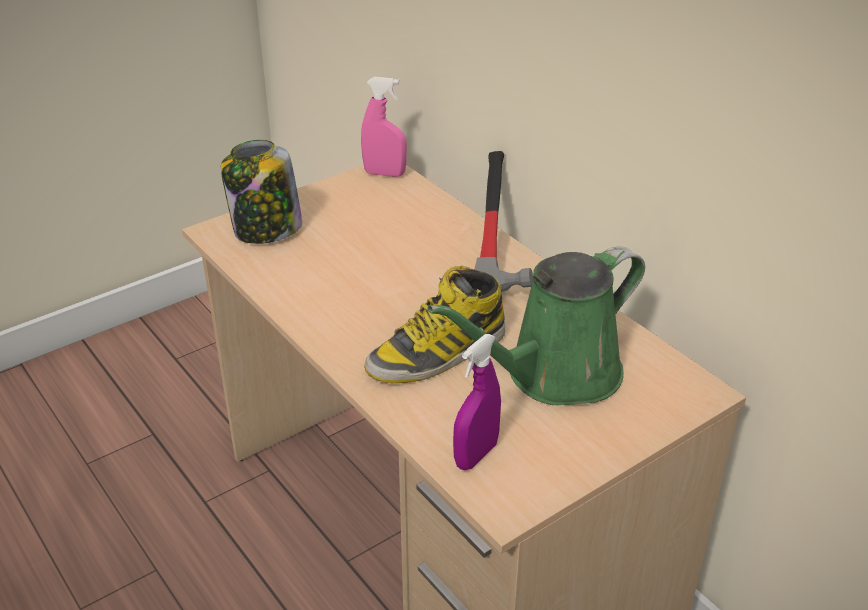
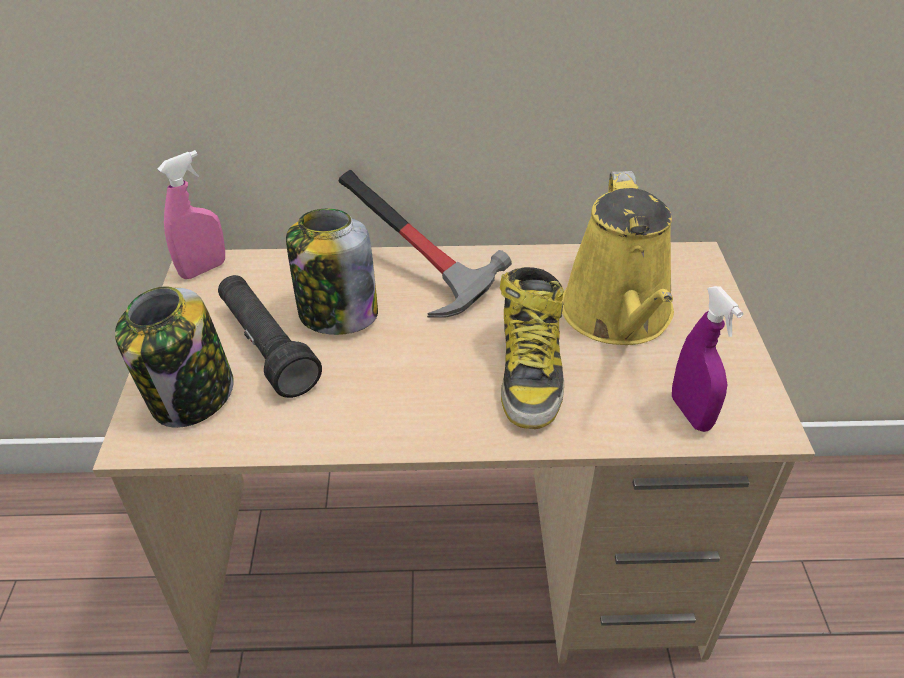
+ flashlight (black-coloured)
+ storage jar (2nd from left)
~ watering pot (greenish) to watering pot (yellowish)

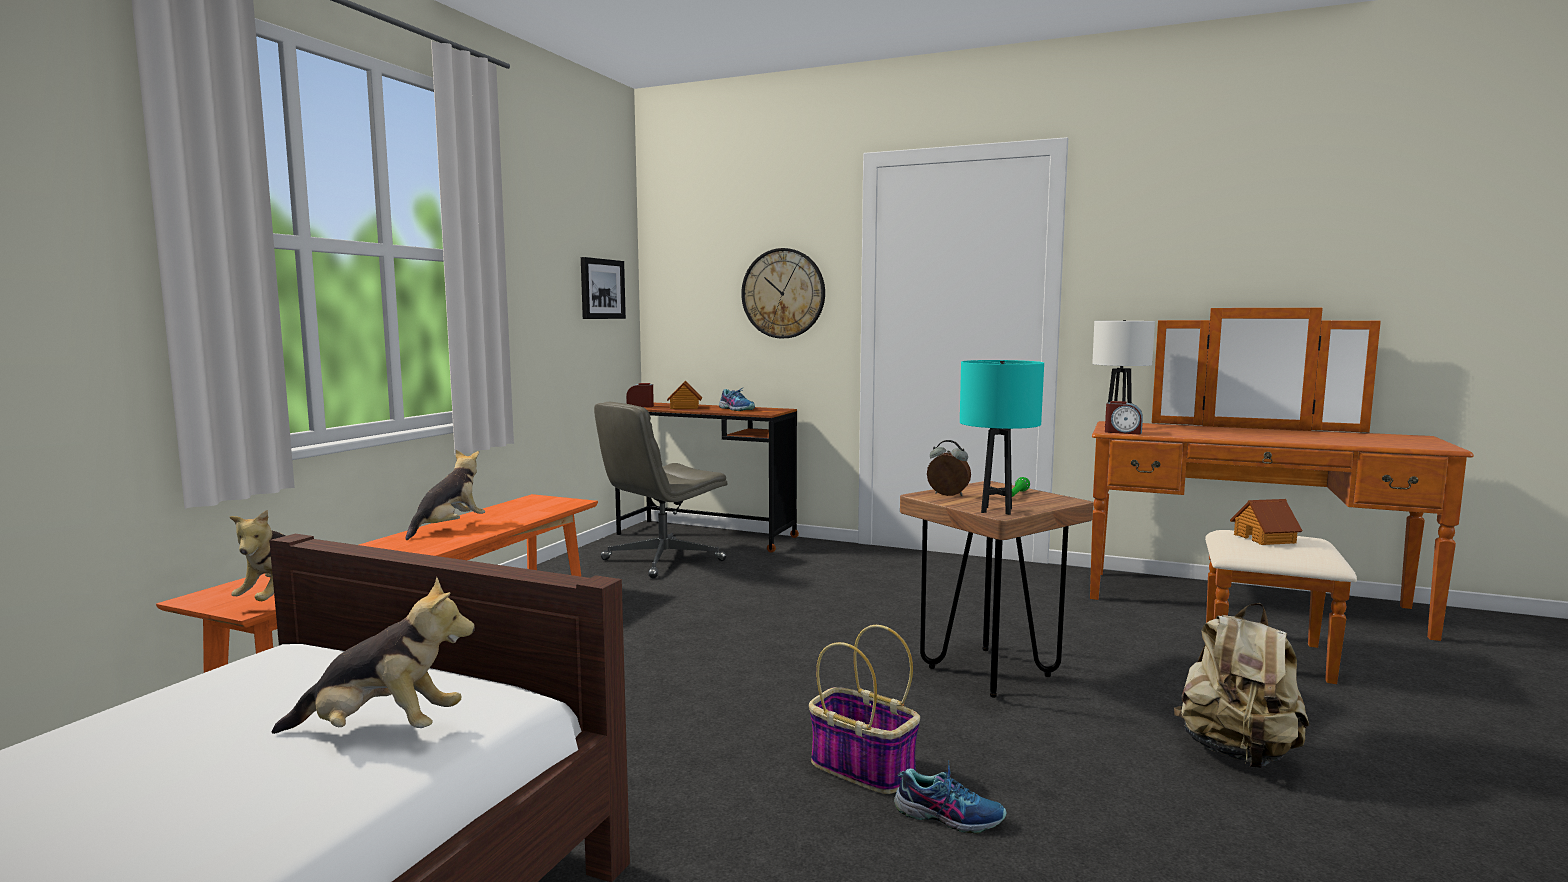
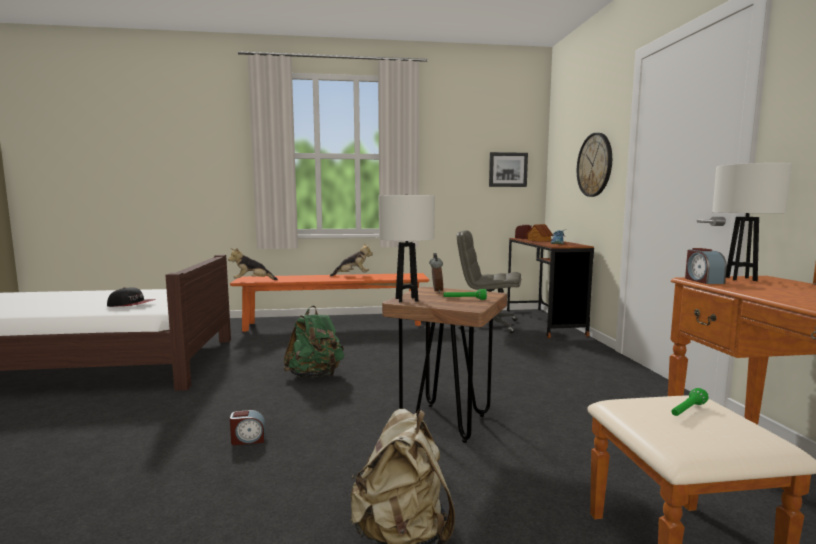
~ soft toy (2nd from left) to baseball cap
~ low shoe (2nd from left) to table clock (1st from left)
+ rucksack (greenish)
~ tabletop lamp (blue-green) to tabletop lamp (white-coloured) (1st from left)
~ miniature house (2nd from left) to flashlight (greenish) (2nd from left)
- basket

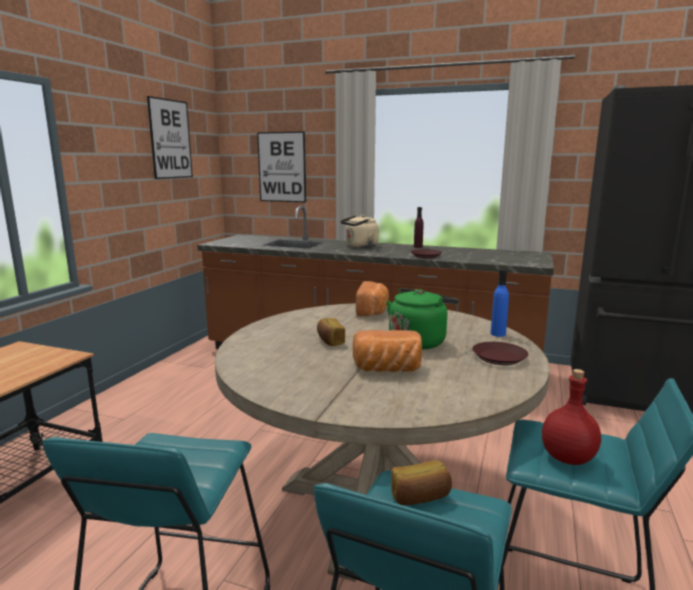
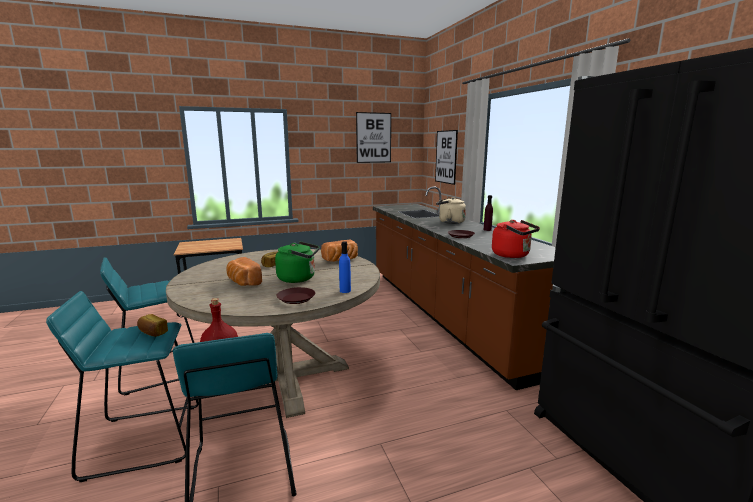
+ tea kettle (red)

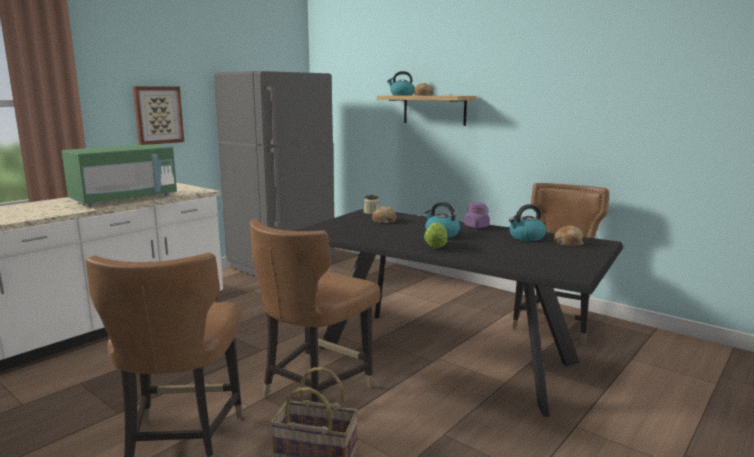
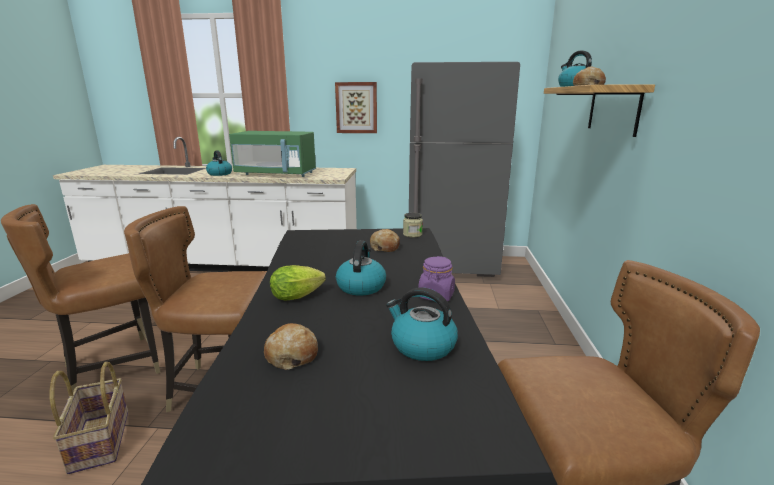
+ tea kettle (1st from left)
~ bakery bread (3rd from left in the first image) to bakery bread (1st from left)

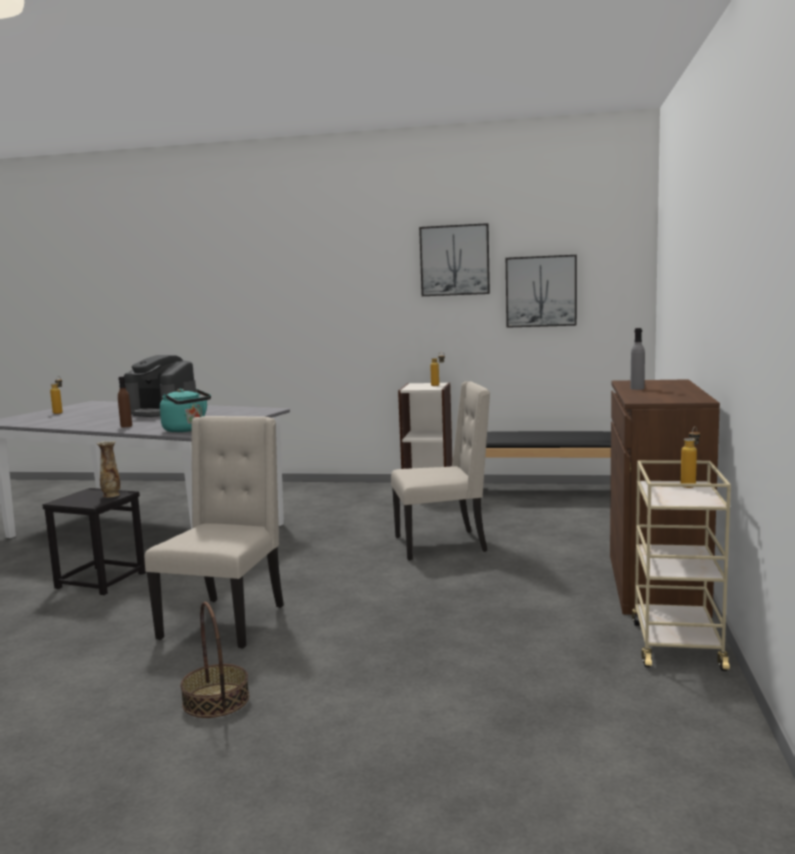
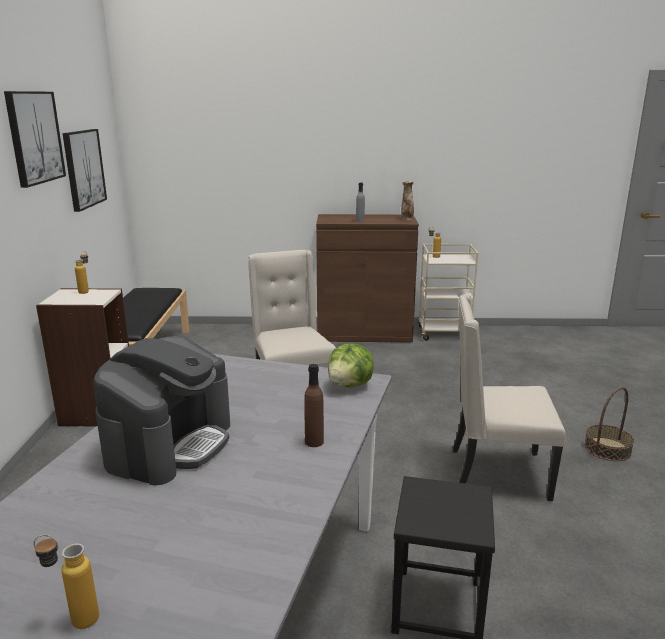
~ tea kettle (blue-green) to lettuce head
~ vase

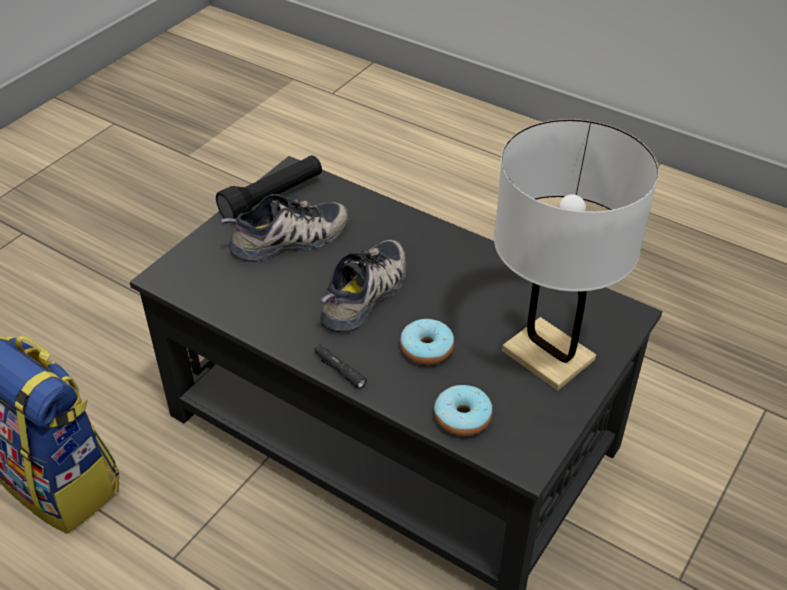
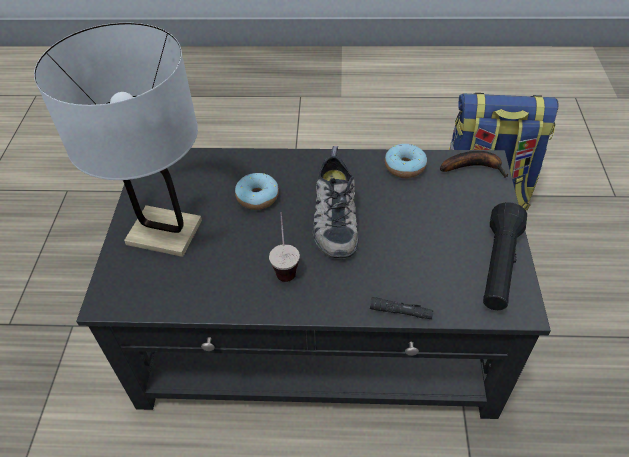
+ drinking cup
~ flashlight (black-coloured) (2nd from left in the first image) to flashlight (black-coloured) (1st from left)
~ donut (2nd from left)
+ whole banana
- low shoe (1st from left)

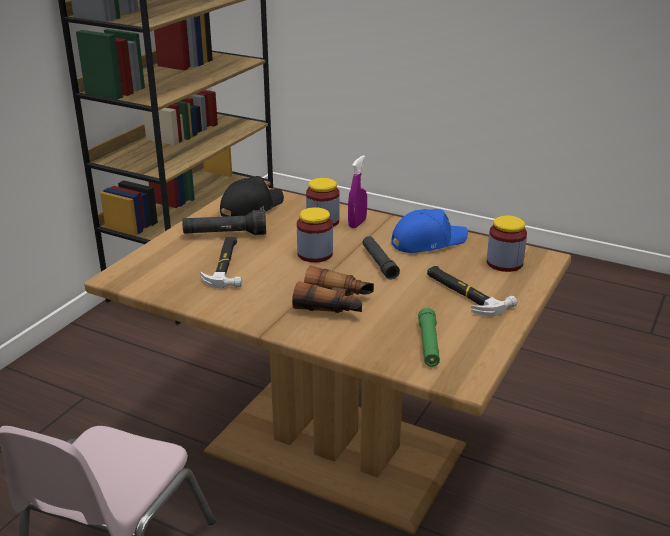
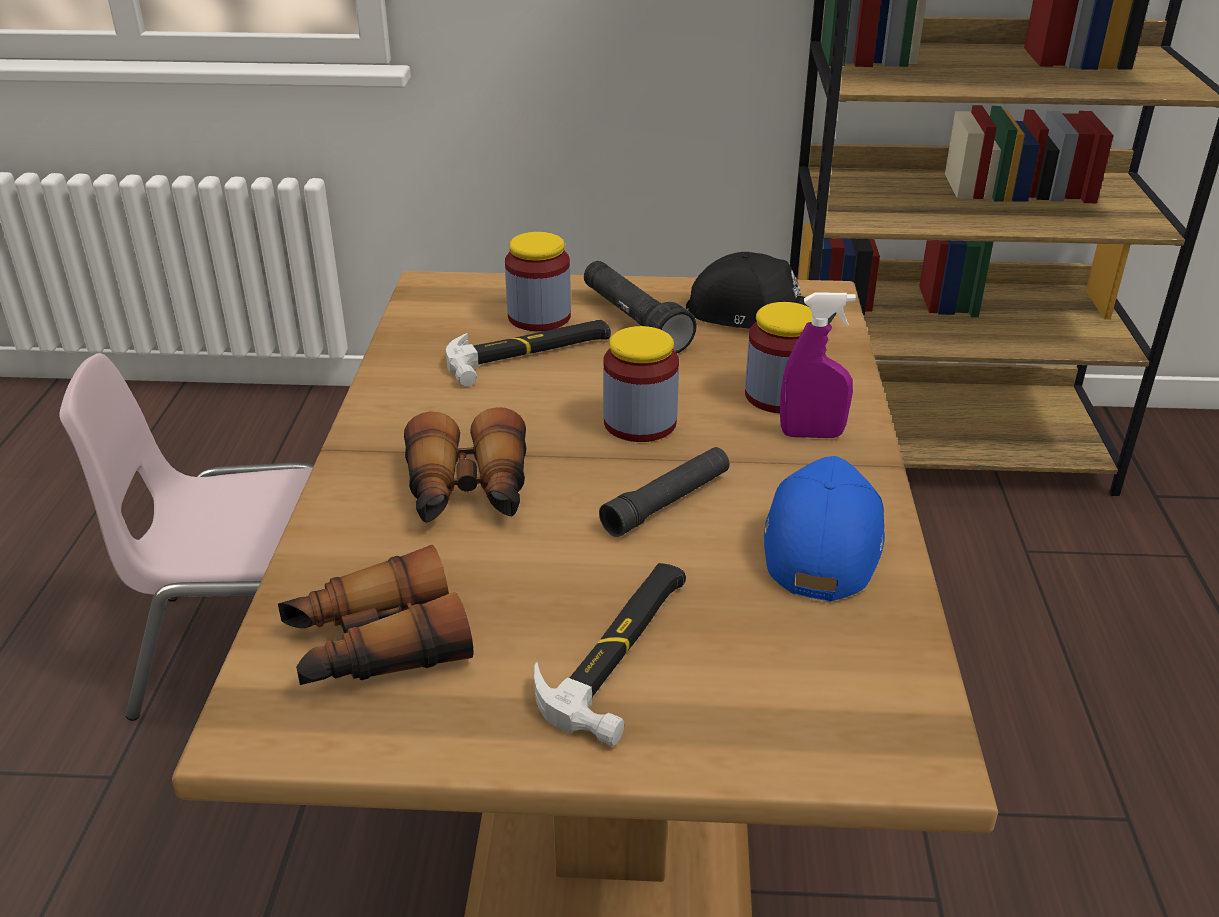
~ flashlight (greenish) to pair of binoculars (1st from left)
~ storage jar (3rd from left in the first image) to storage jar (1st from left)
~ baseball cap (bluish) 120 degrees counterclockwise

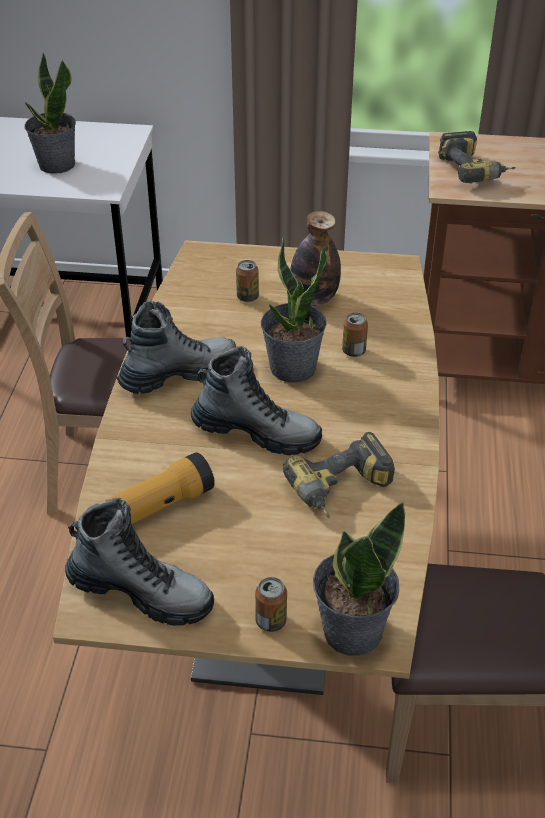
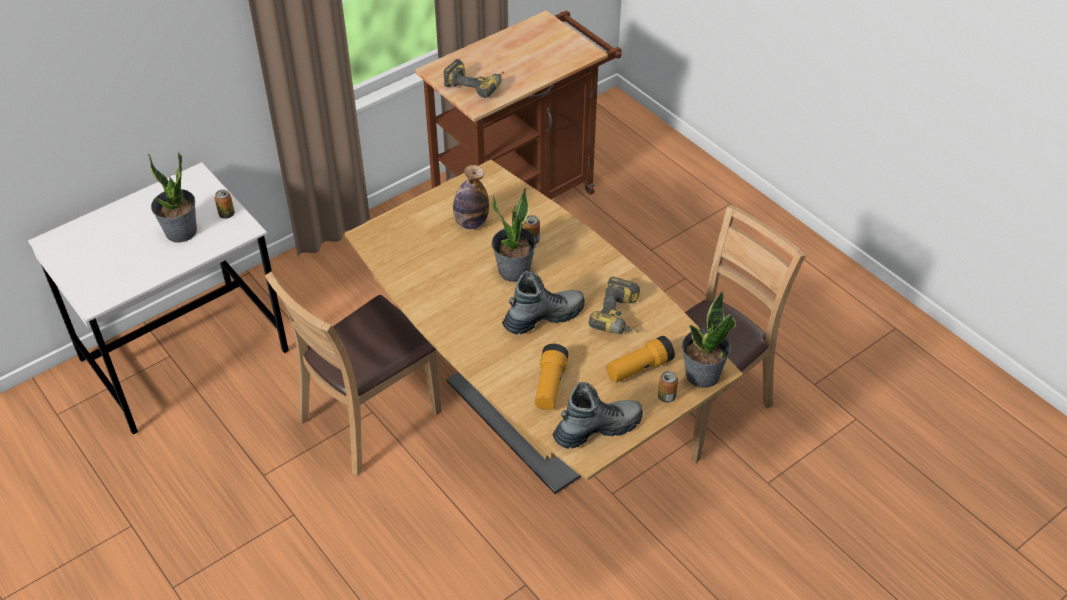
~ can (1st from left)
+ flashlight (2nd from left)
- boot (2nd from left)

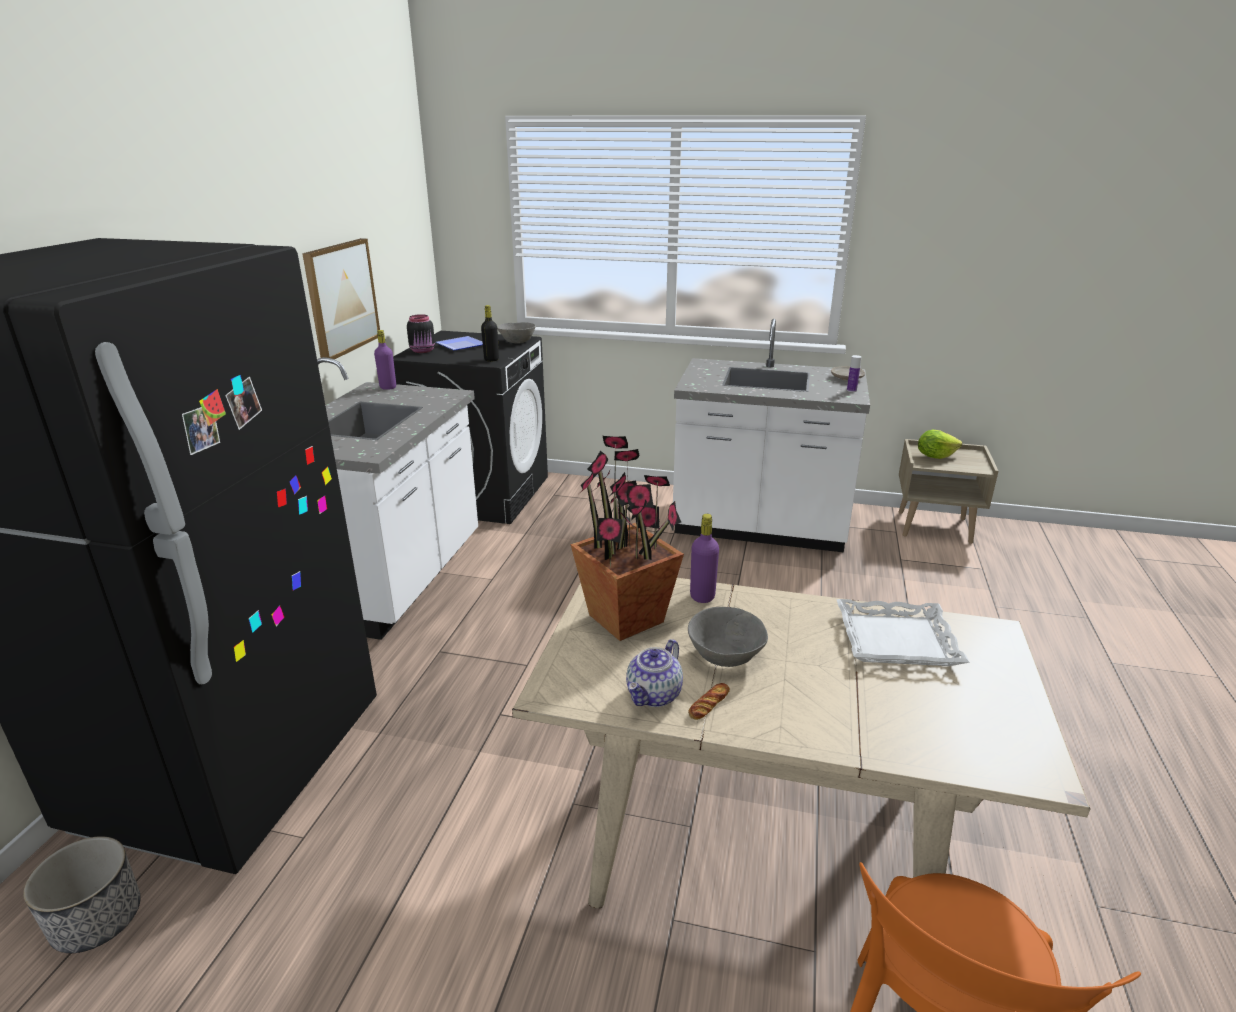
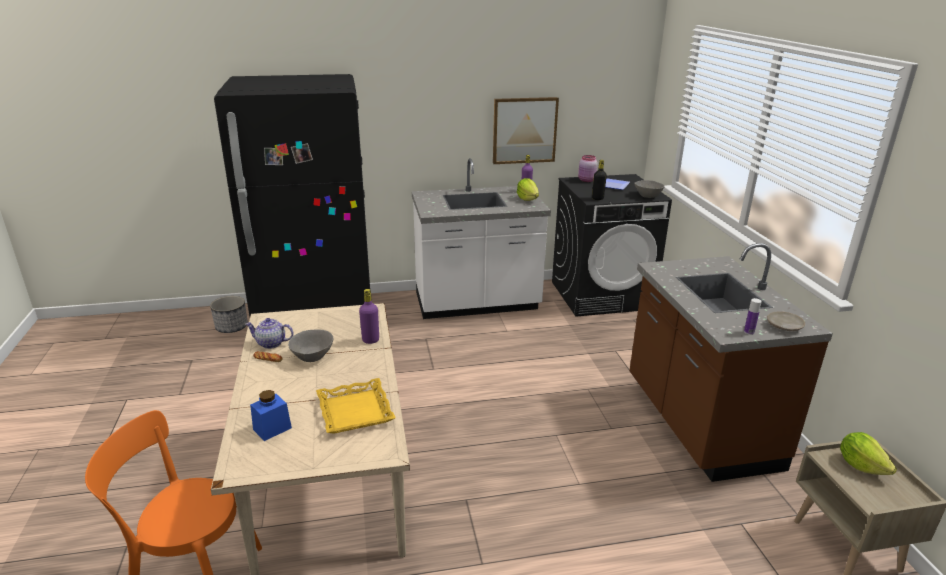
+ storage jar (bluish)
~ carrying tray (white-coloured) to carrying tray (yellowish)
+ lettuce head (1st from left)
~ storage jar (black-coloured) to storage jar (pinkish)
~ counter (white-coloured) (2nd from left) to counter (brown-coloured)
- plant in a pot

